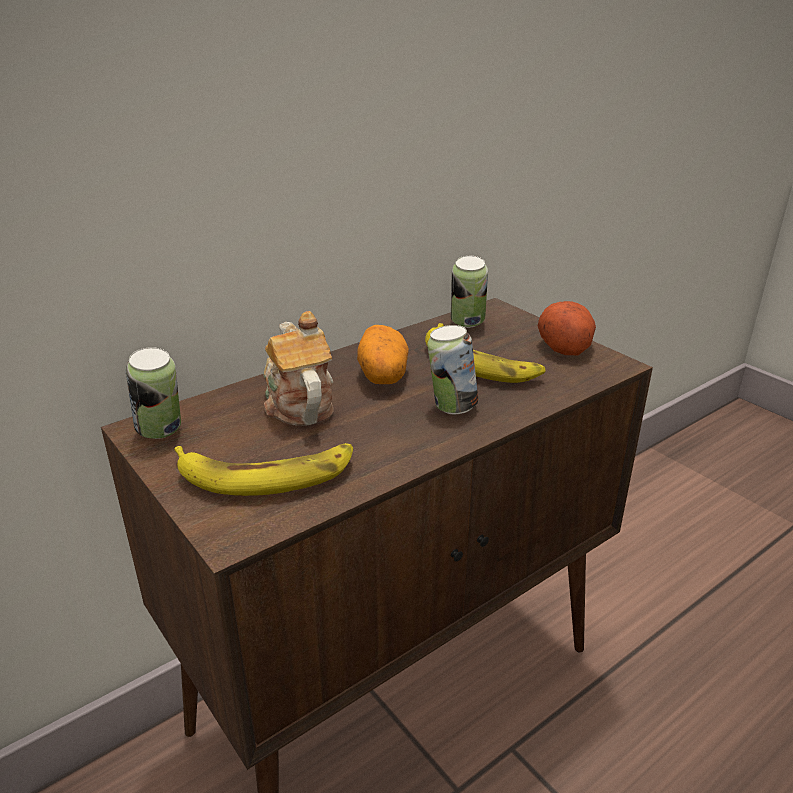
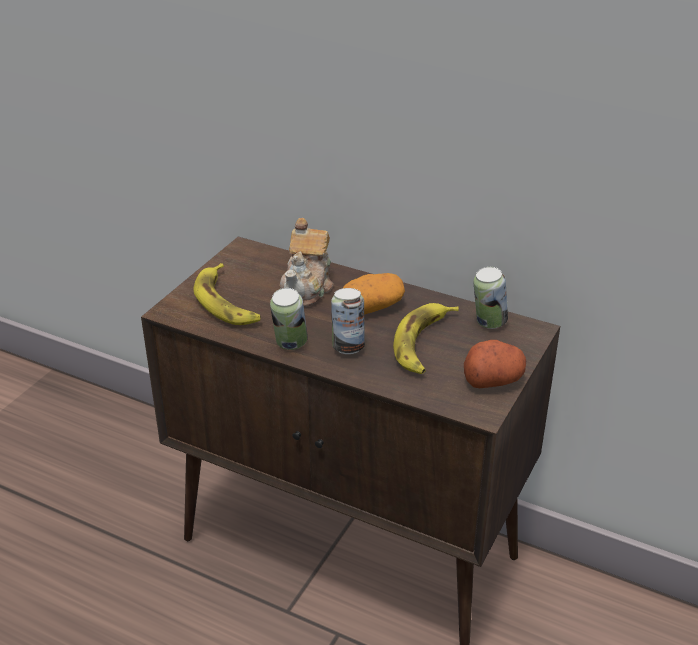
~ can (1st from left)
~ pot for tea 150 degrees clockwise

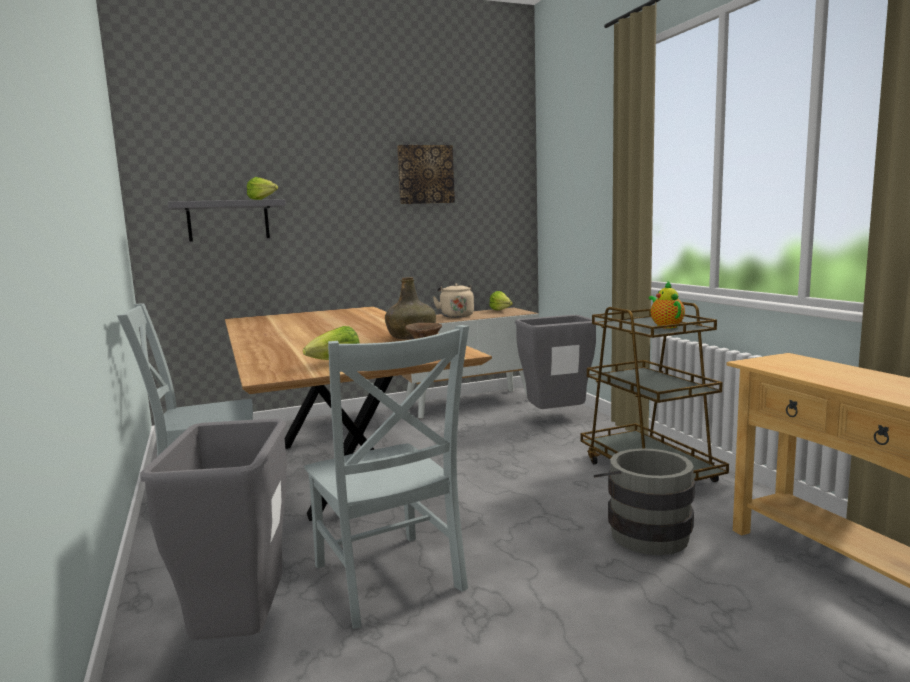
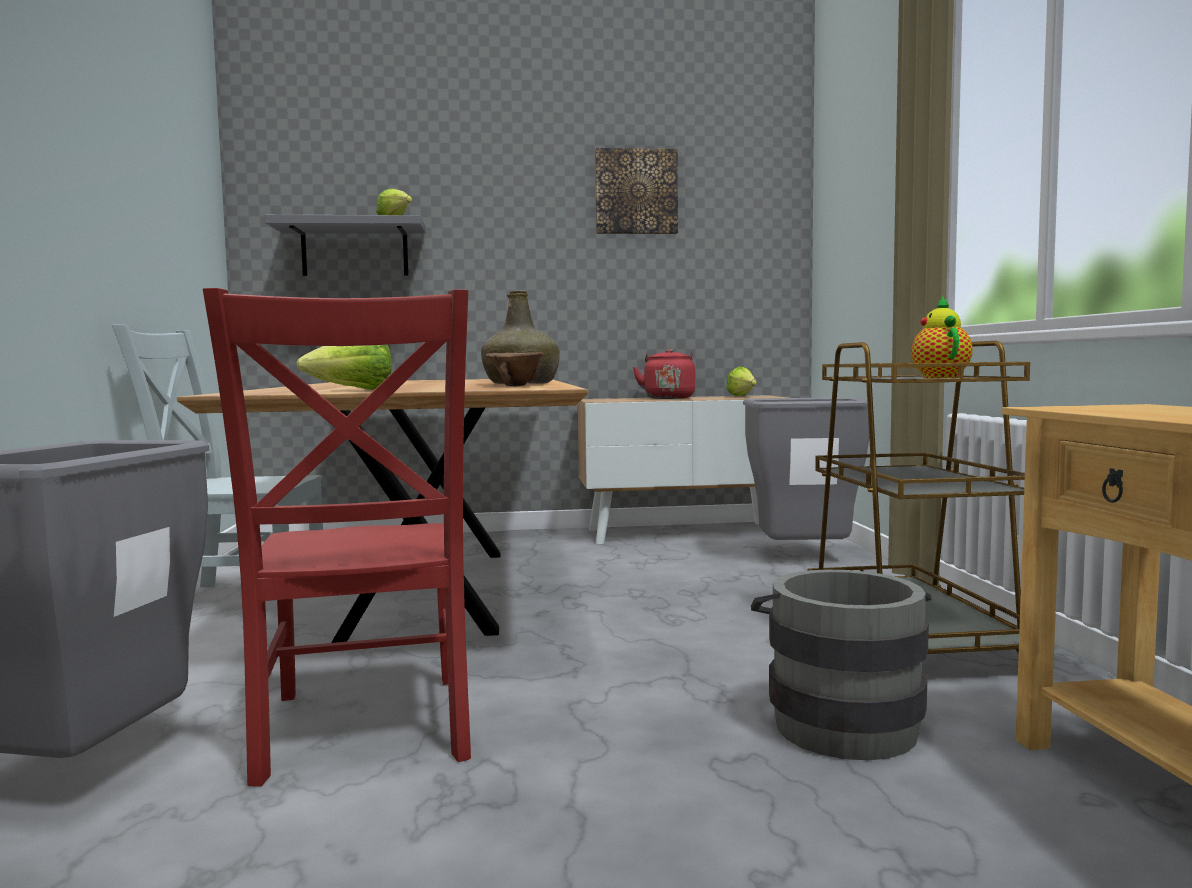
~ upright chair (greyish) (2nd from left) to upright chair (red)
~ tea kettle (beige) to tea kettle (red)

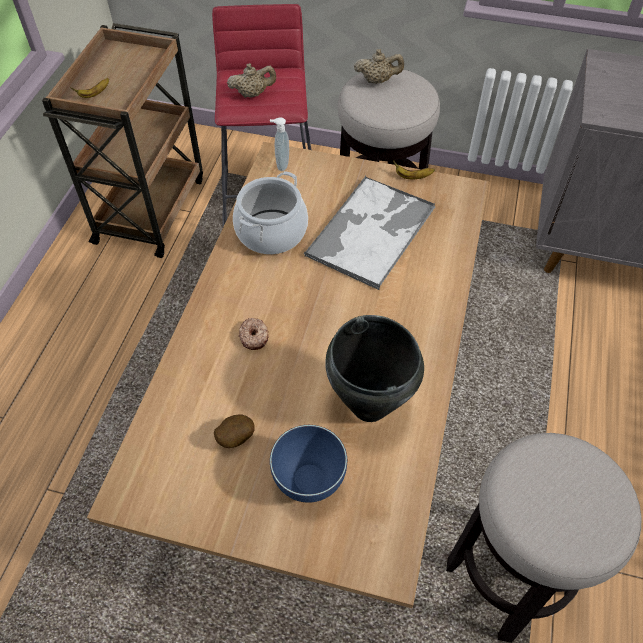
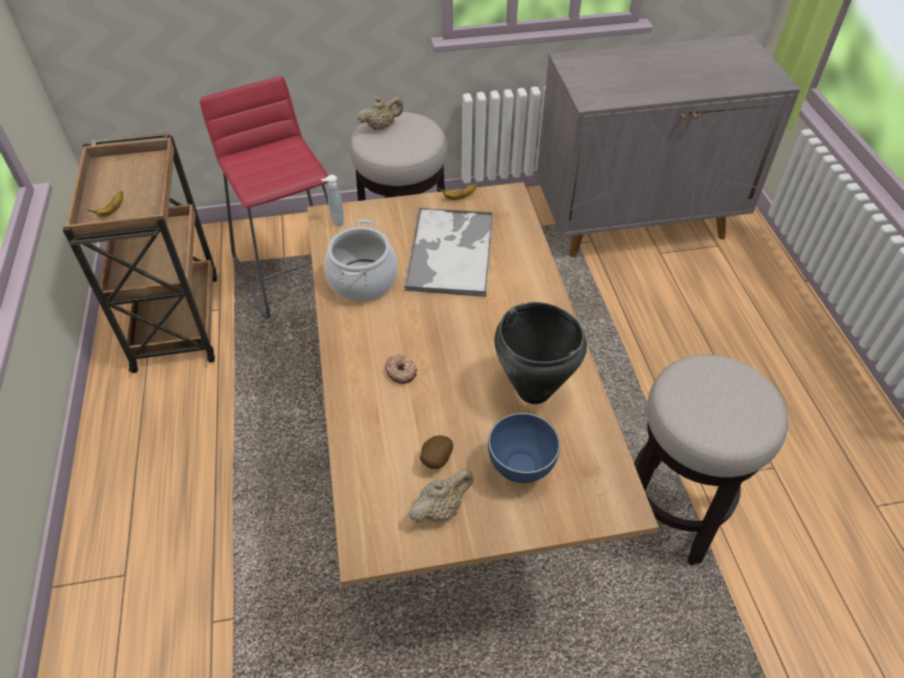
~ pot for tea (beige) (1st from left in the first image) to pot for tea (beige) (2nd from left)

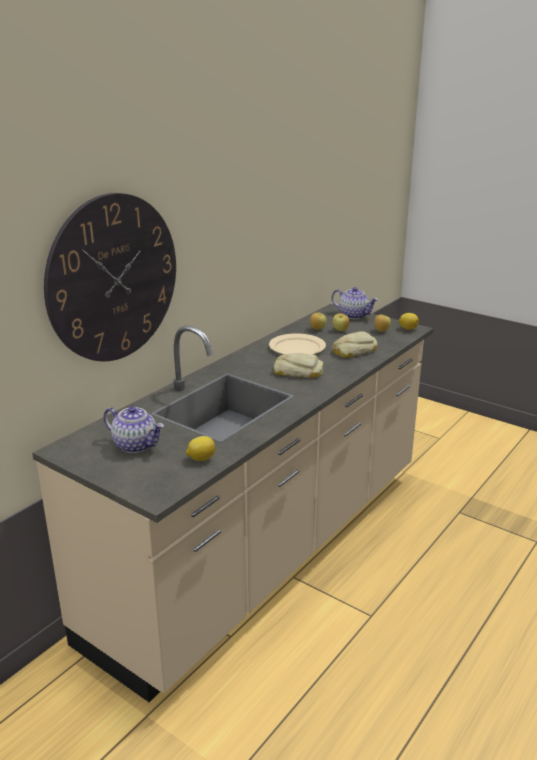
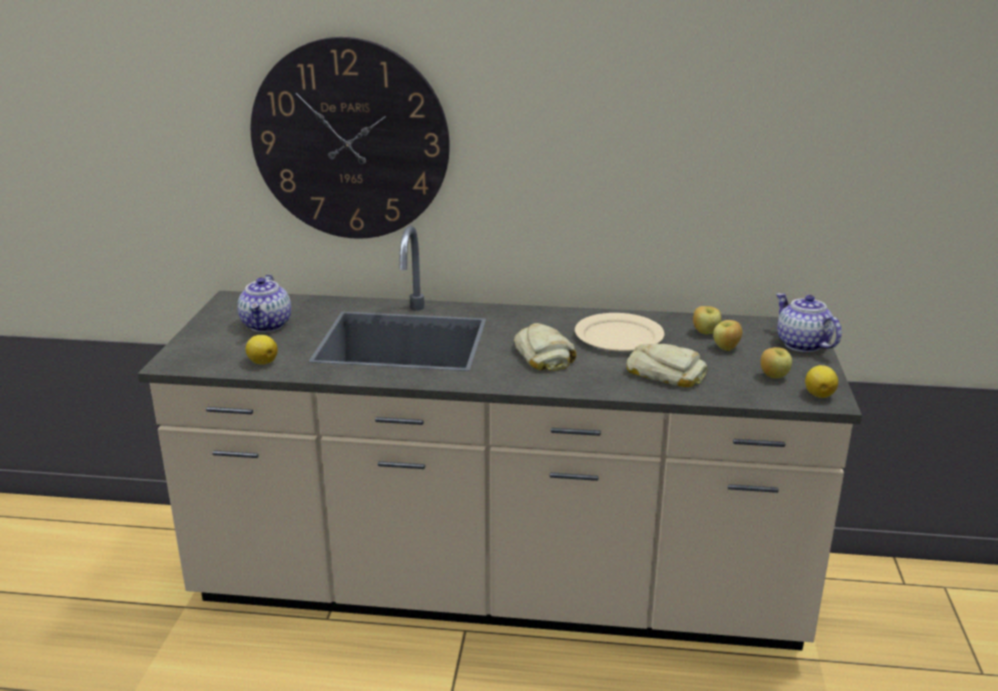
~ pot for tea (2nd from left) 150 degrees clockwise

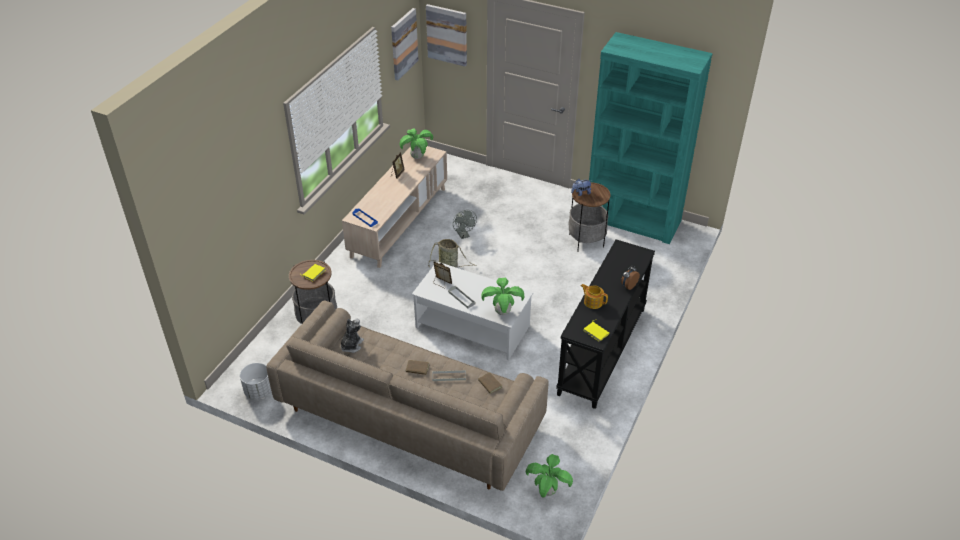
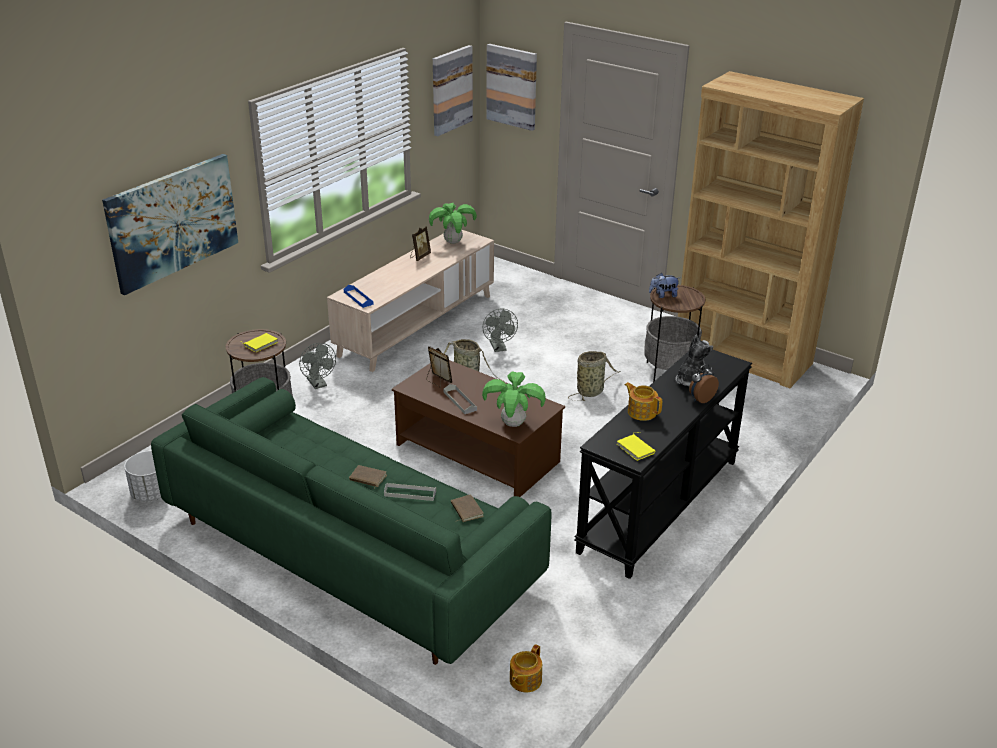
+ picture (1st from left)
~ couch (beige) to couch (greenish)
+ electric fan (greyish) (1st from left)
~ lounge table (white-coloured) to lounge table (brown-coloured)
~ plant in a pot (3rd from left) to pot for tea (1st from left)
+ basket (2nd from left)
~ soft toy (1st from left in the first image) to soft toy (2nd from left)
~ shelving unit (blue-green) to shelving unit (brown-coloured)

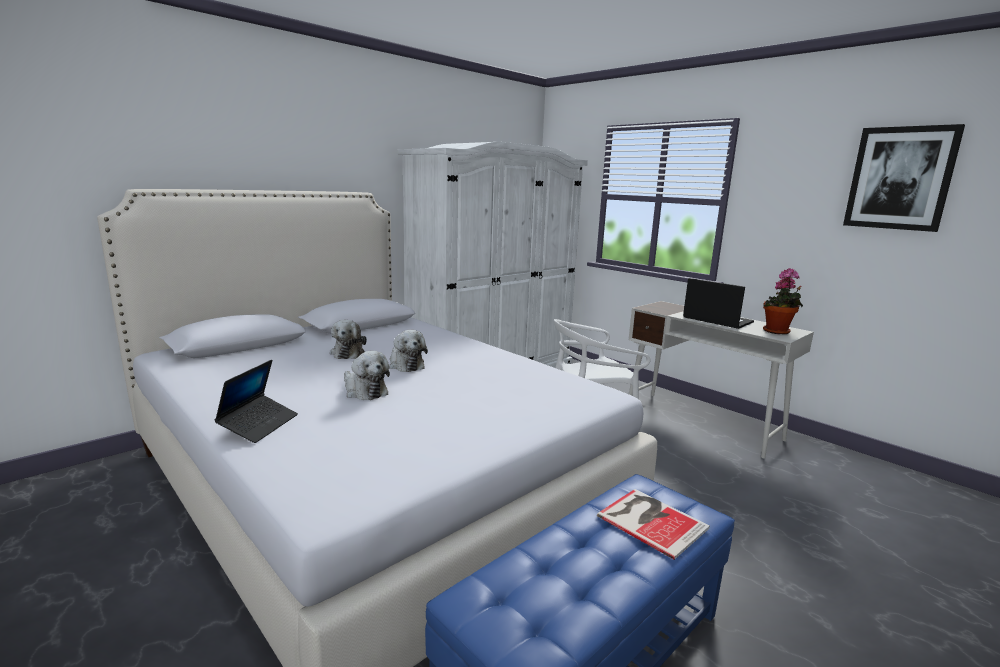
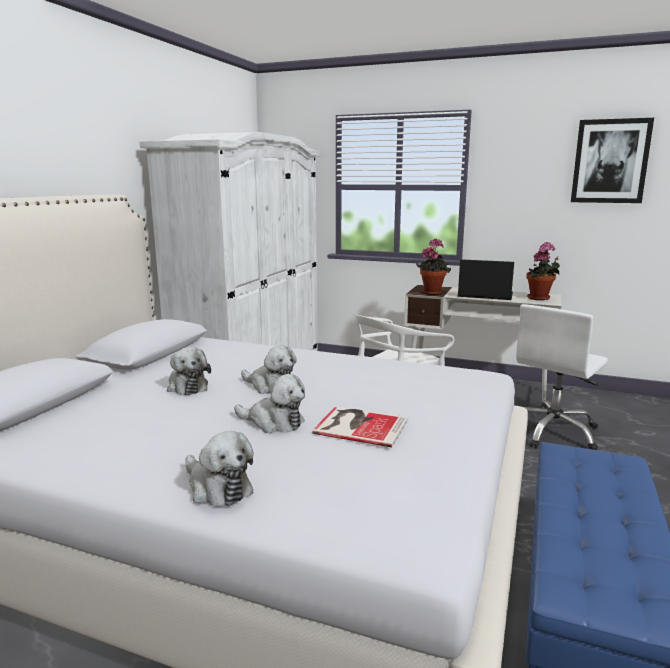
~ notebook computer (1st from left) to soft toy (2nd from left)
~ volume
+ plant in a pot (1st from left)
+ desk chair (white-coloured)

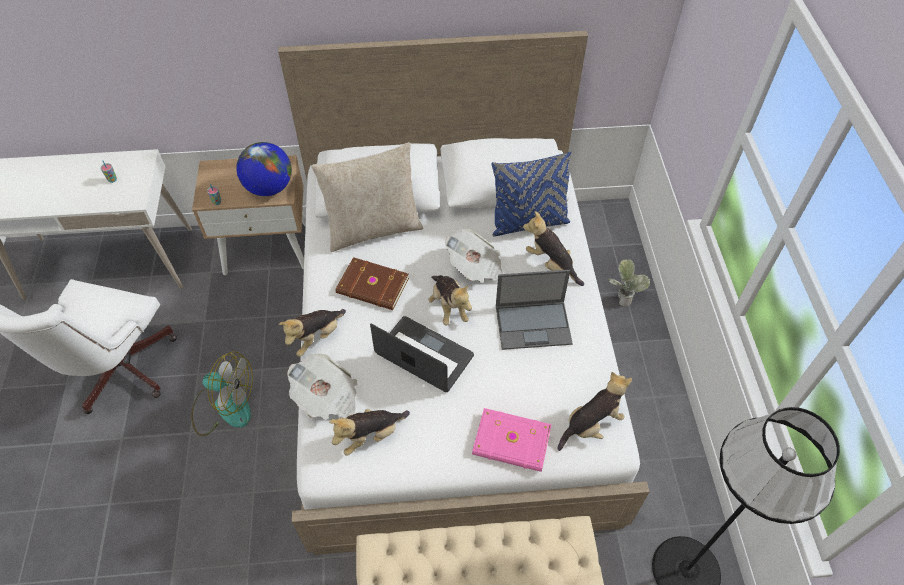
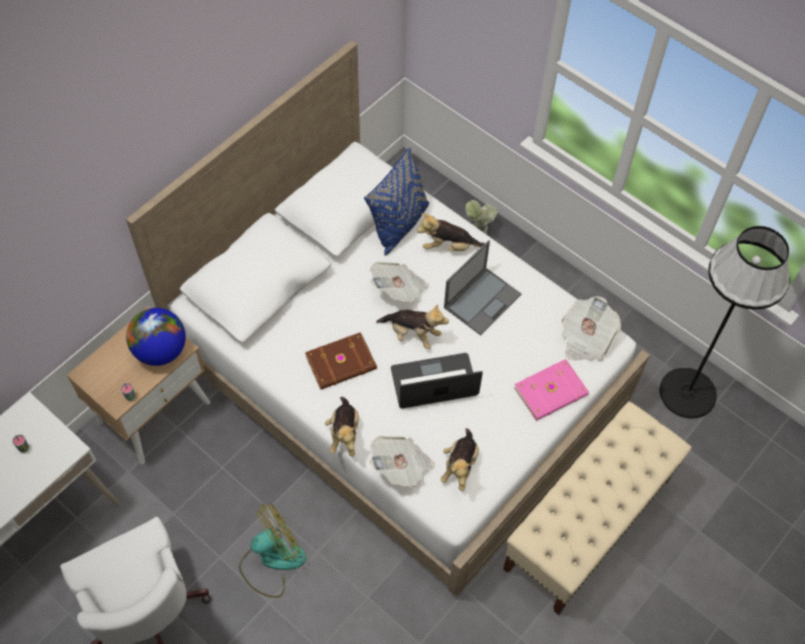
~ soft toy (5th from left) to daily paper (3rd from left)
- throw pillow (beige)

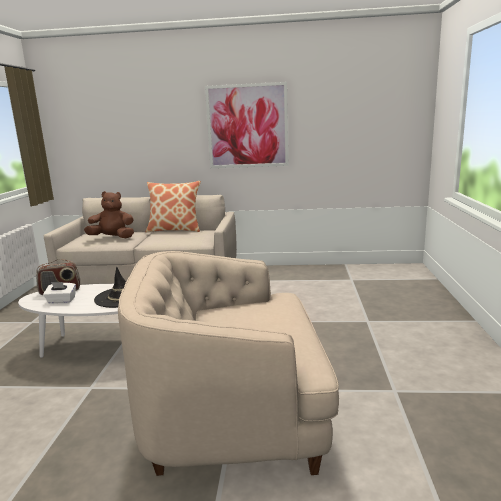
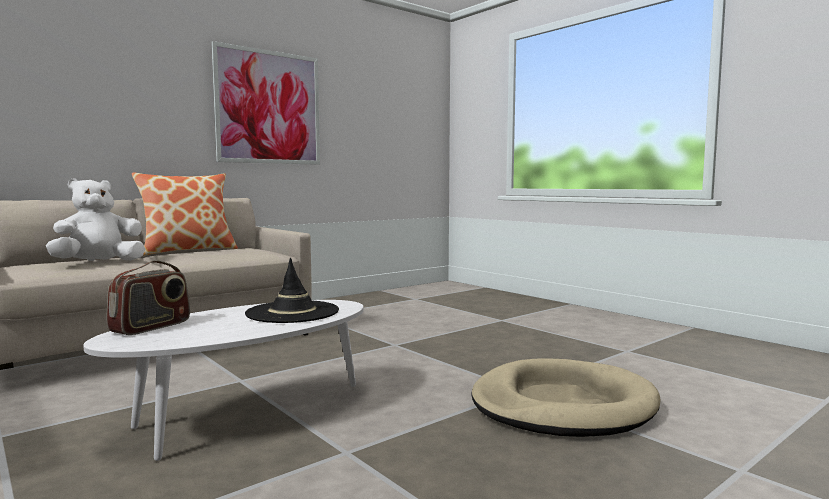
~ soft toy (brown-coloured) to soft toy (white-coloured)
~ lounge chair (beige) to dog cushion (beige)
- box of tissues (white-coloured)

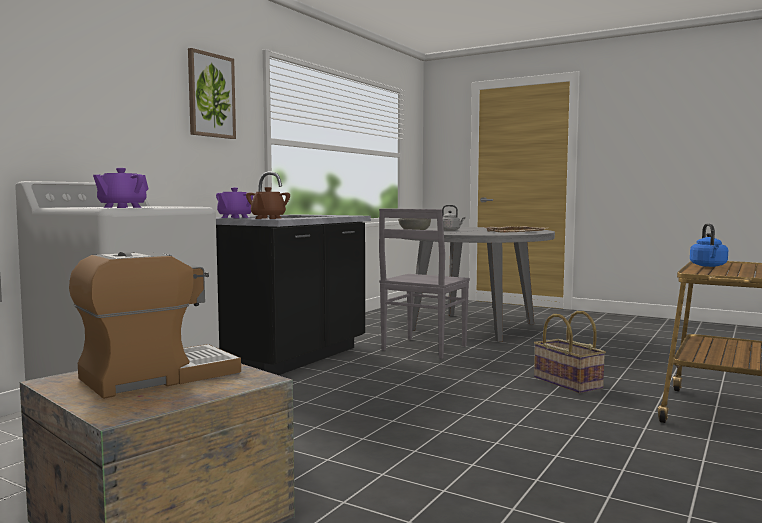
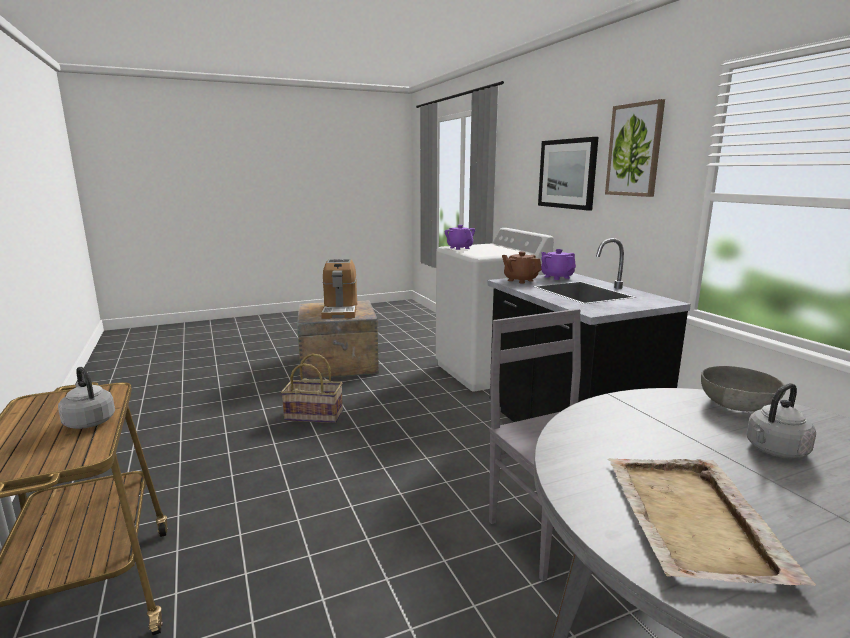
~ tea kettle (bluish) to tea kettle (greyish) (1st from left)
~ basket
+ picture (1st from left)

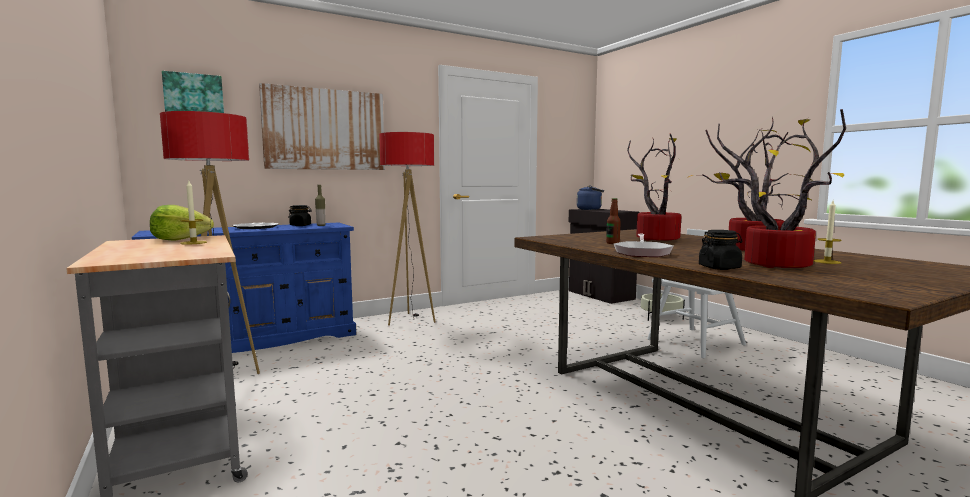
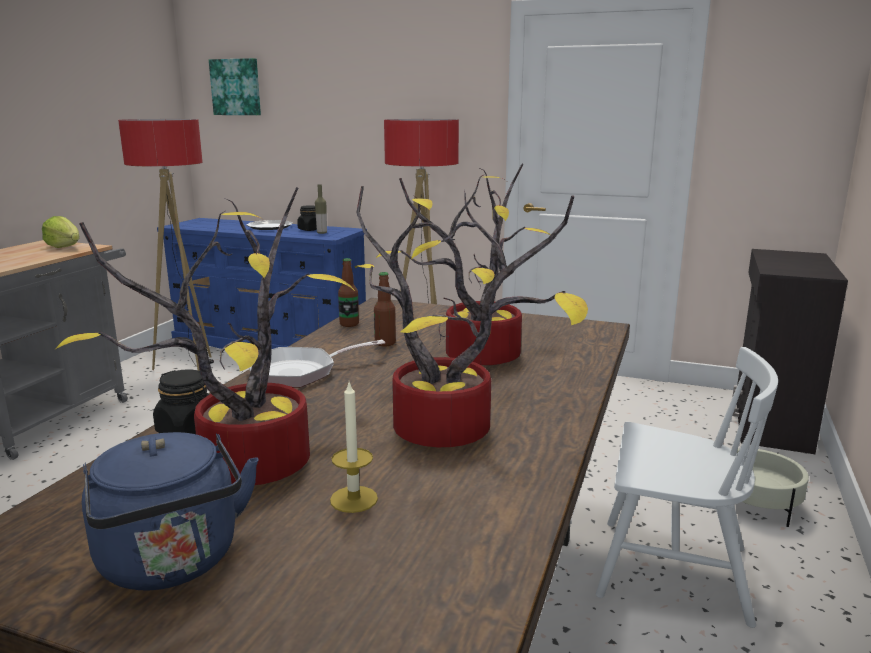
~ tea kettle (bluish)
+ beverage bottle (2nd from left)
- candle (1st from left)
- picture (2nd from left)

